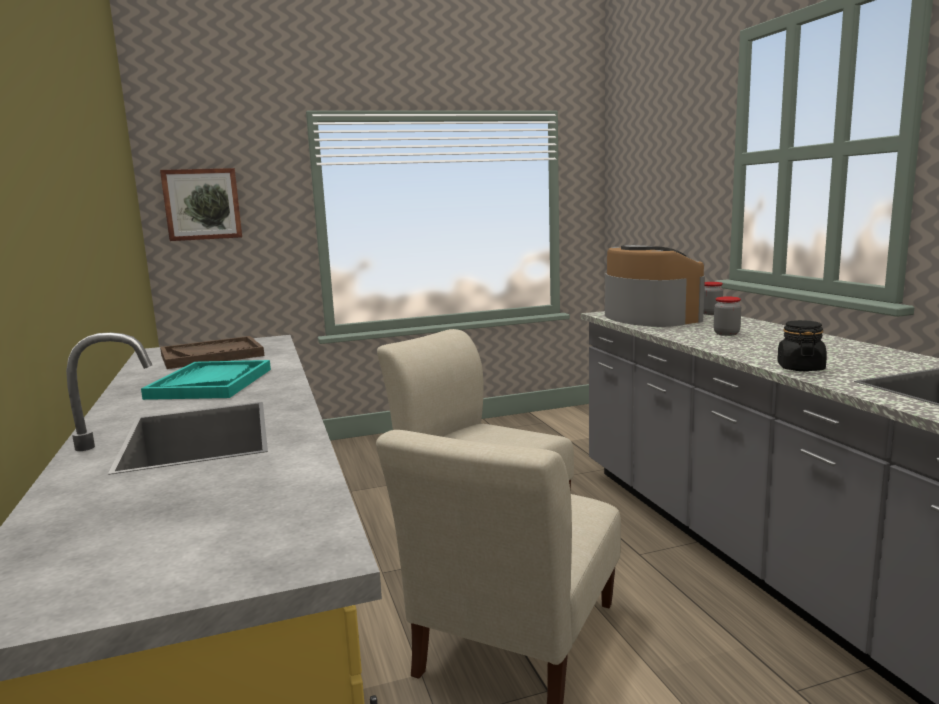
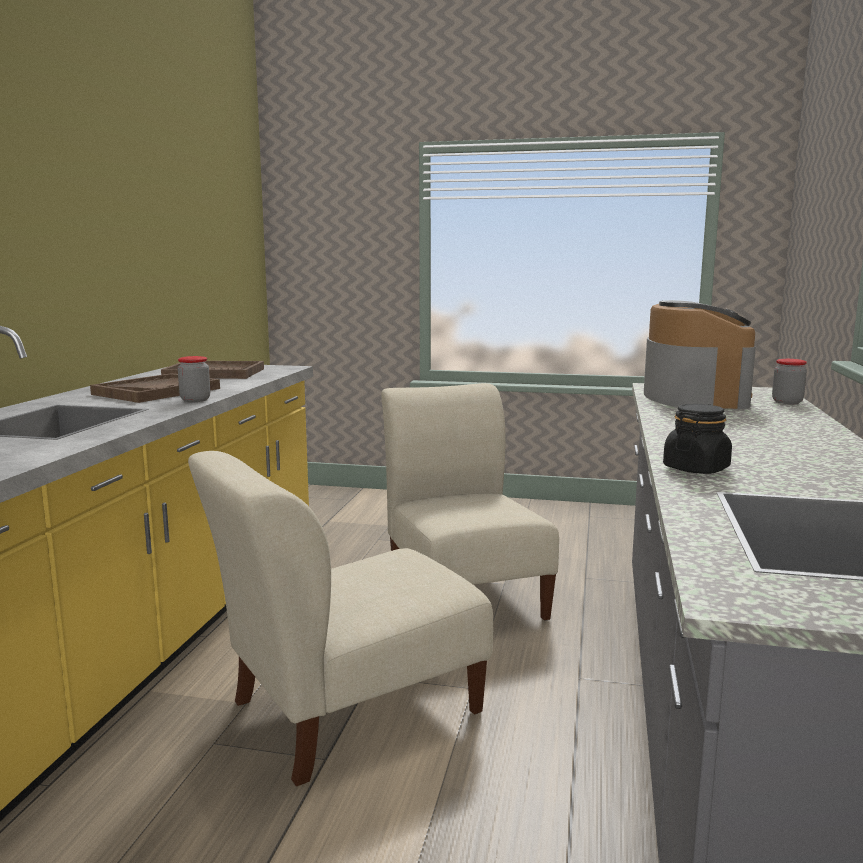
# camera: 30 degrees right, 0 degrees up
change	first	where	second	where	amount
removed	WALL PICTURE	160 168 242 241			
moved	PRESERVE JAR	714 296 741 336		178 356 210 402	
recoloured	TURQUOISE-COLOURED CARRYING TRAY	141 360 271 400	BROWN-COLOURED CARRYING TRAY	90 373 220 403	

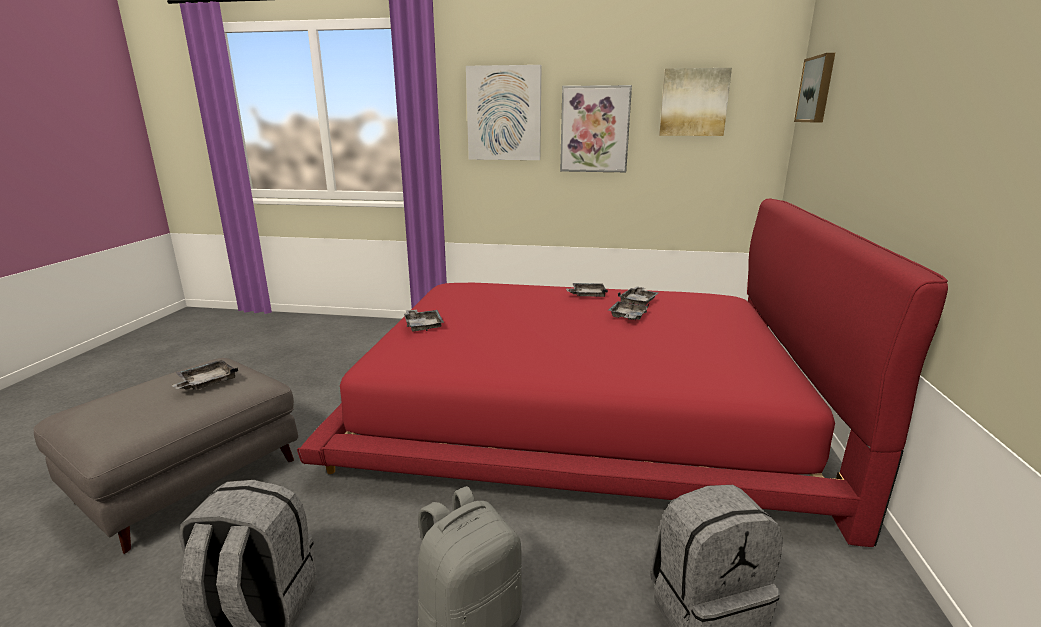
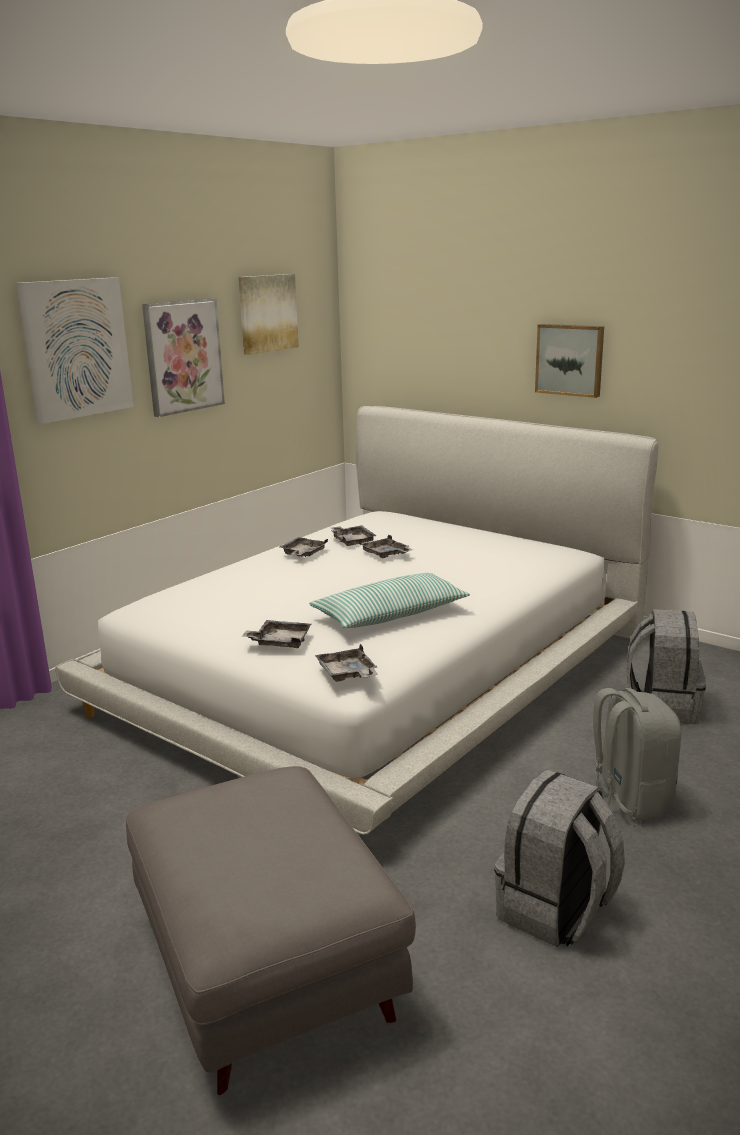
# camera: 60 degrees left, 0 degrees up
change	first	where	second	where	amount
added			THROW PILLOW	309 573 470 628	
moved	GRAY CARRYING TRAY	172 360 238 390		315 644 378 682	
moved	WALL PICTURE	794 53 835 122		535 324 604 398	
recoloured	RED-COLOURED SLEEPING BED	297 198 948 547	WHITE-COLOURED SLEEPING BED	55 406 658 835	

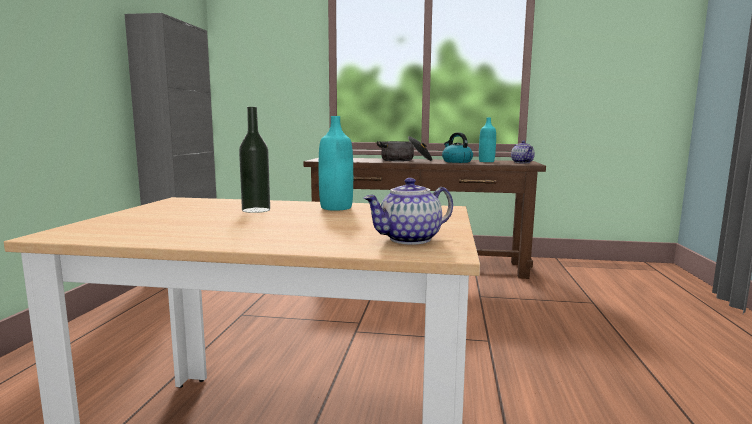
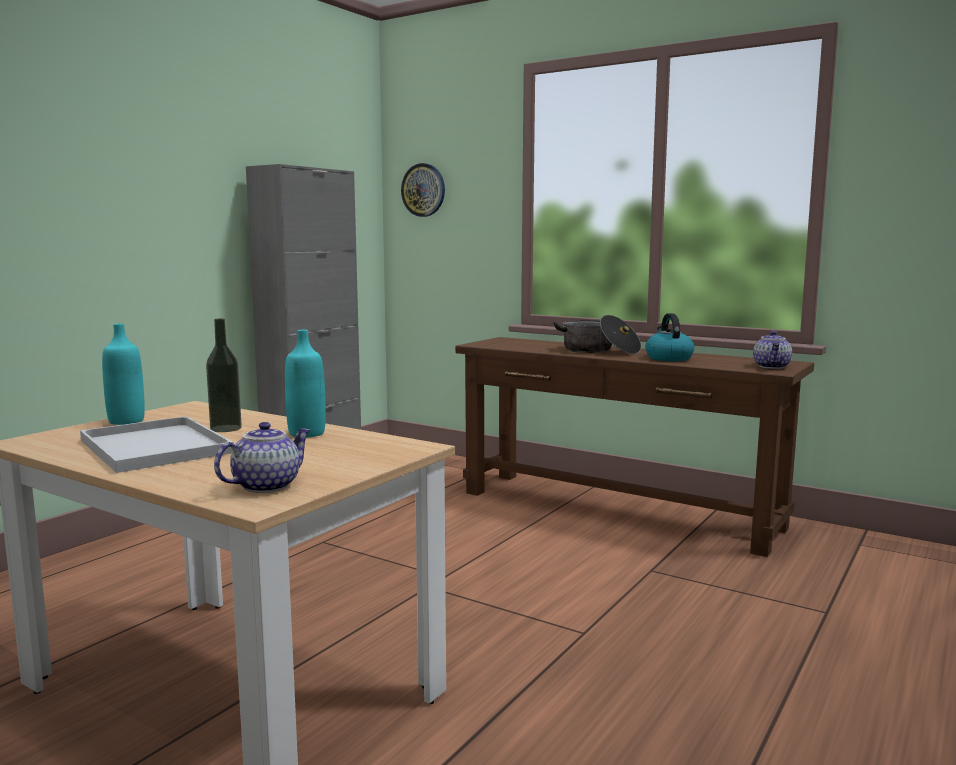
# camera: 25 degrees right, 0 degrees up
change	first	where	second	where	amount
added			WHITE-COLOURED CARRYING TRAY	80 416 234 473	
added			WALL CLOCK	401 163 445 217	
moved	TURQUOISE-COLOURED BEVERAGE BOTTLE	479 118 496 162		102 324 145 425	
turned	TEAPOT	363 178 453 244		214 422 310 493	135 degrees clockwise

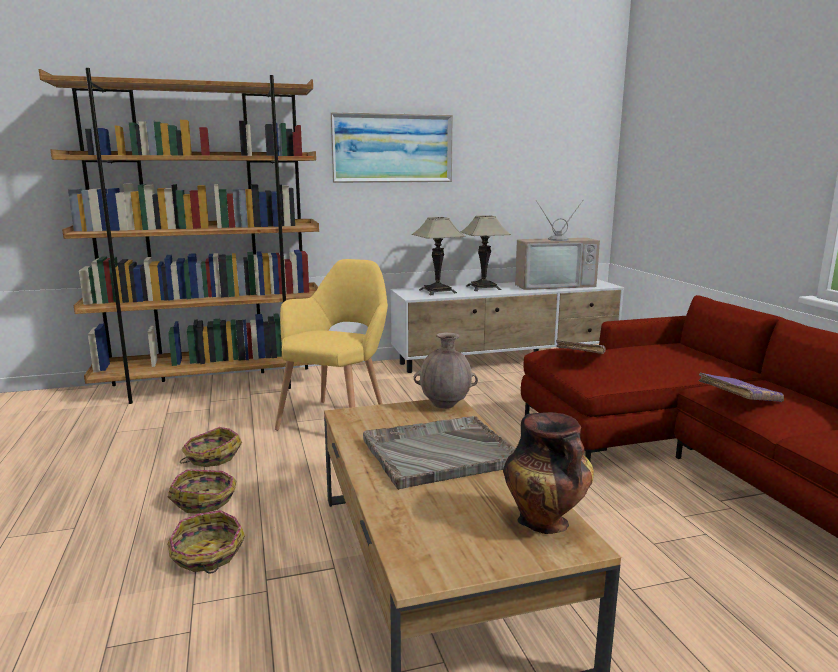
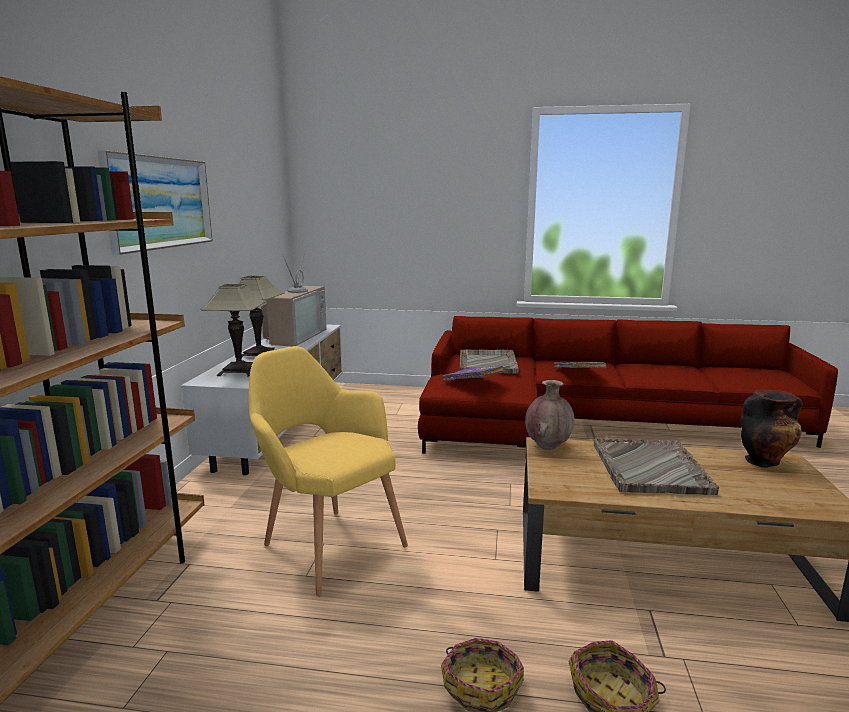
# camera: 65 degrees left, 0 degrees up
change	first	where	second	where	amount
removed	HOUSEHOLD BASKET	180 427 242 467			
added			GRAY CARRYING TRAY	459 349 519 374	

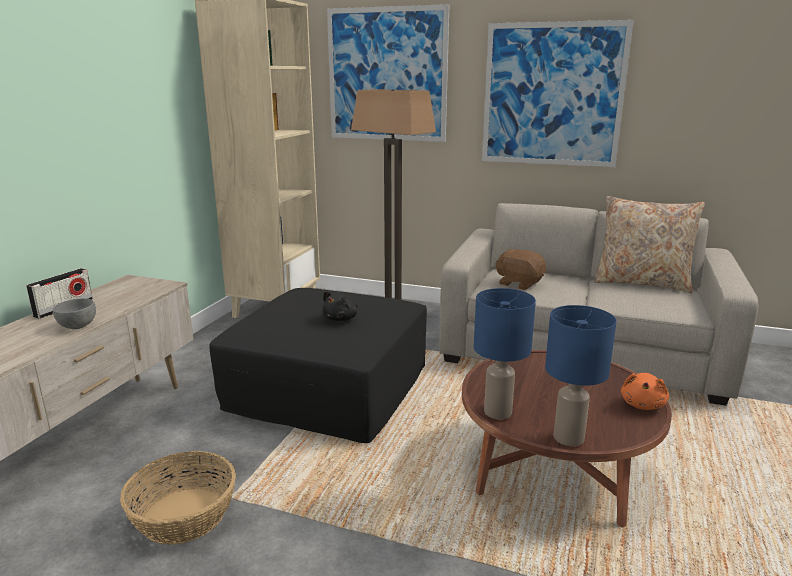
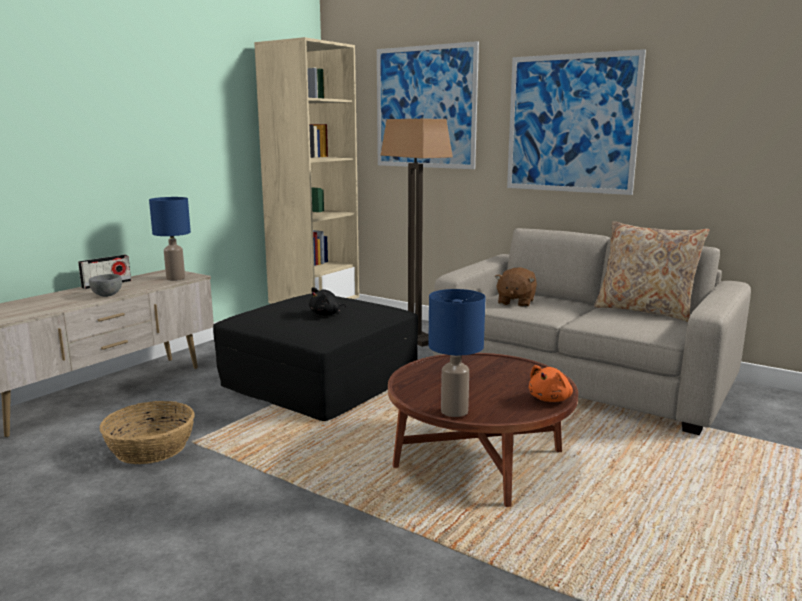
# camera: 15 degrees right, 5 degrees down
change	first	where	second	where	amount
moved	BLUE-COLOURED TABLETOP LAMP	474 288 536 419		149 197 191 281	
turned	BROWN-COLOURED SOFT TOY	496 249 546 290		495 267 537 307	120 degrees counterclockwise

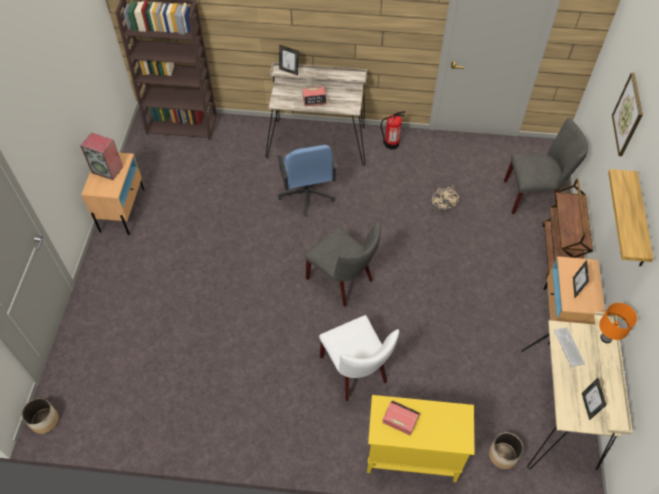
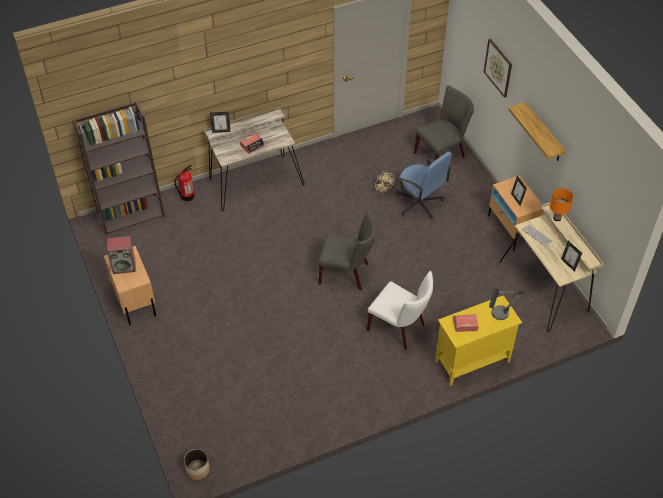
# camera: 30 degrees left, 5 degrees down
change	first	where	second	where	amount
removed	PLANT POT	489 433 523 469			
removed	BROWN-COLOURED CART	542 179 593 279			
added			TABLETOP LAMP	489 288 524 320	
moved	BLUE-COLOURED OFFICE CHAIR	277 145 337 216		396 152 452 220	
moved	FIRE EXTINGUISHER	381 111 405 149		175 165 195 201	

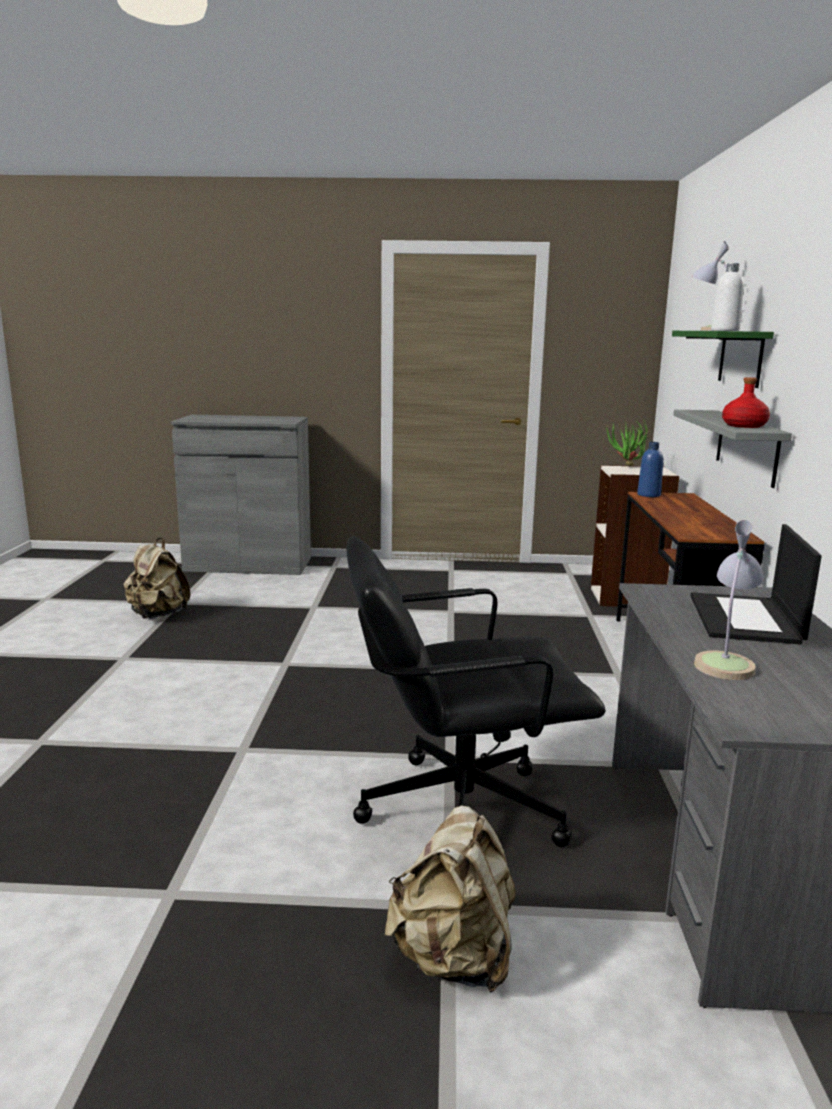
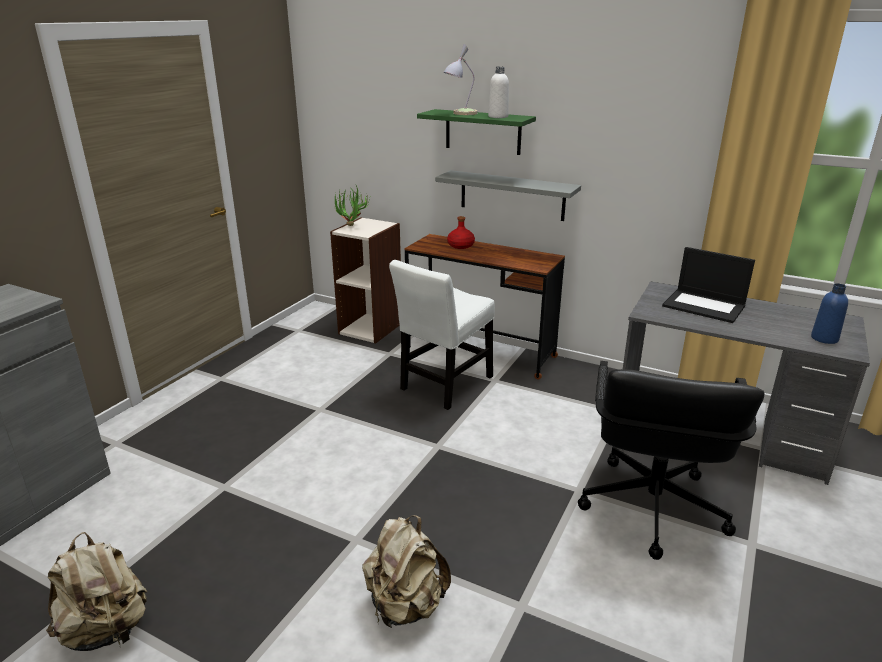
# camera: 65 degrees left, 10 degrees up
change	first	where	second	where	amount
removed	TABLETOP LAMP	694 520 764 680			
added			WHITE-COLOURED UPRIGHT CHAIR	389 260 495 410	
moved	BEIGE KNAPSACK	385 806 516 993		362 515 451 628	
moved	BLUE-COLOURED BEVERAGE BOTTLE	637 442 663 497		811 283 848 344	
moved	RED-COLOURED BEVERAGE BOTTLE	722 377 770 428		447 216 475 249	

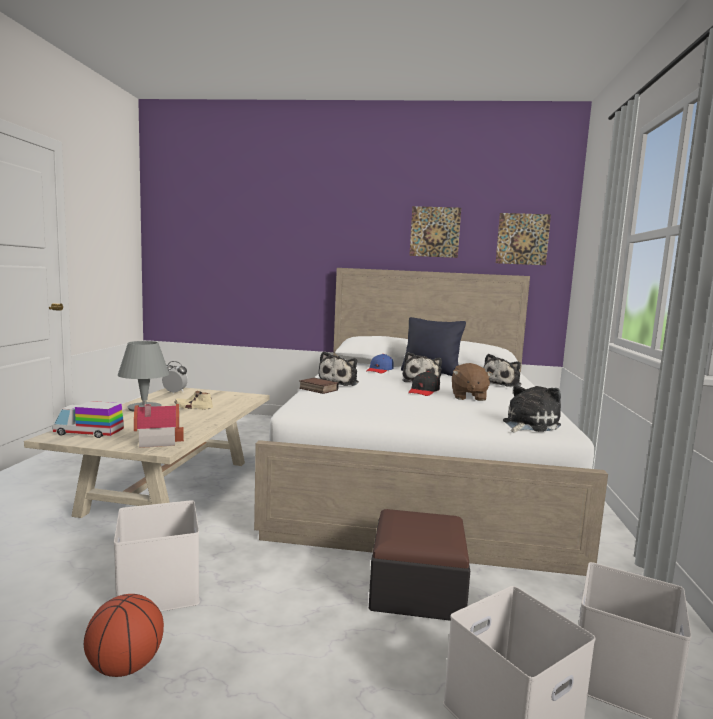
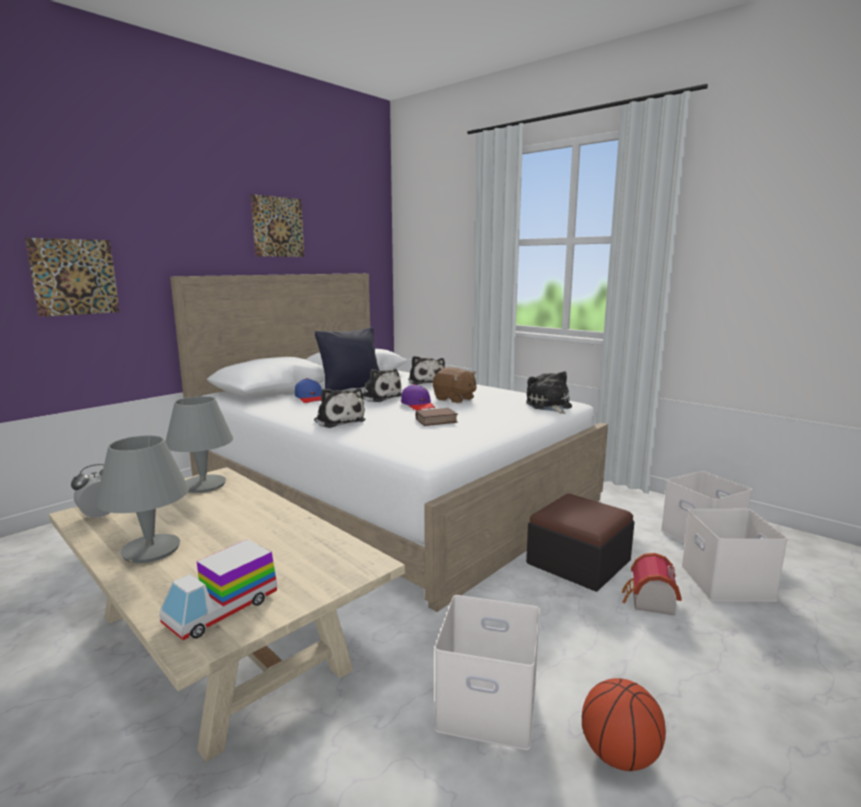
# camera: 55 degrees left, 5 degrees up
change	first	where	second	where	amount
removed	BEIGE ITEM OF FOOTWEAR	174 391 213 410			
added			GRAY TABLETOP LAMP	165 396 233 493	
moved	MINIATURE HOUSE	134 404 184 448		622 553 682 616	
moved	BOOK	299 378 339 394		416 408 458 426	
moved	WALL PICTURE	496 213 551 265		25 238 120 317	
recoloured	BLACK PEAKED CAP	408 371 440 396	PURPLISH PEAKED CAP	401 384 435 410	

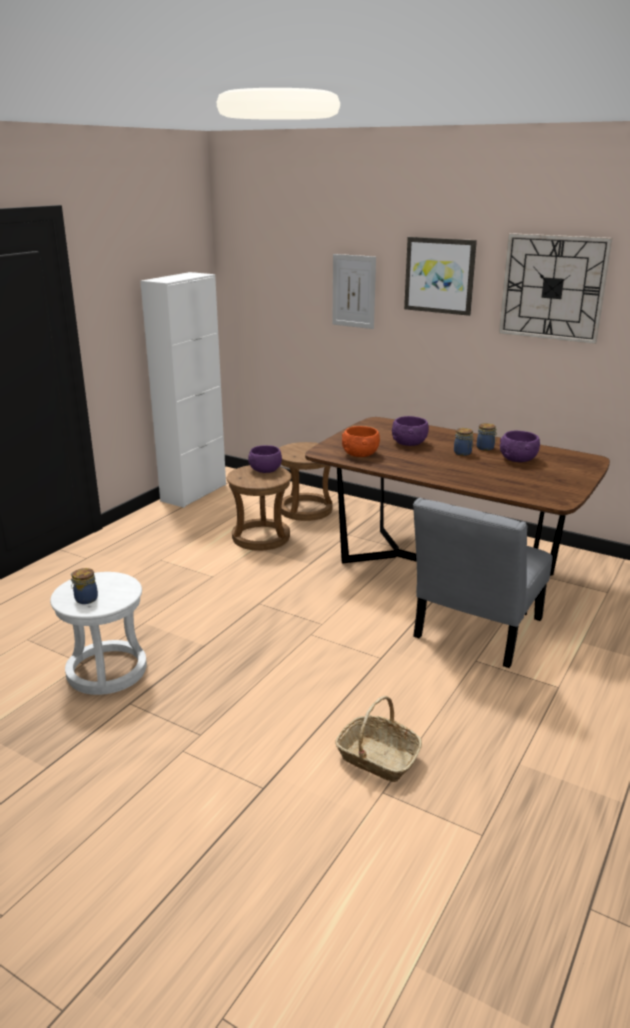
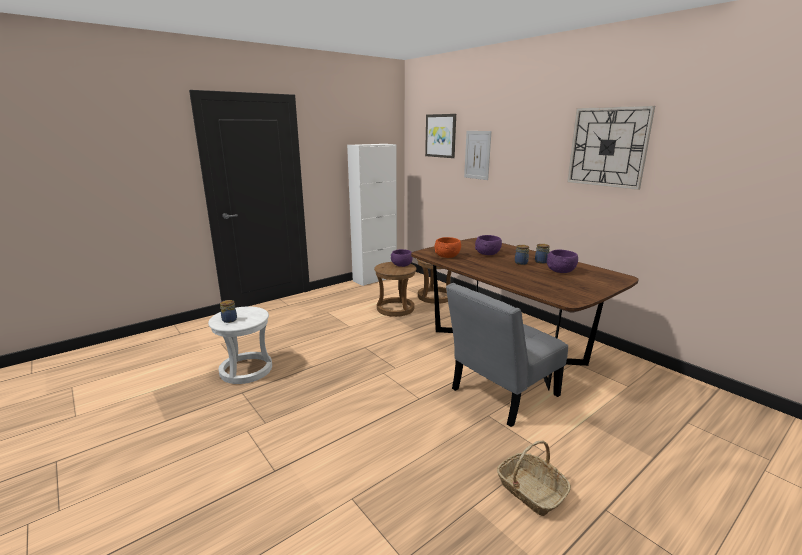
# camera: 20 degrees right, 5 degrees down
change	first	where	second	where	amount
moved	HOUSEHOLD BASKET	335 696 422 782		497 441 571 516	
moved	WALL PICTURE	404 237 477 316		425 114 456 158	

